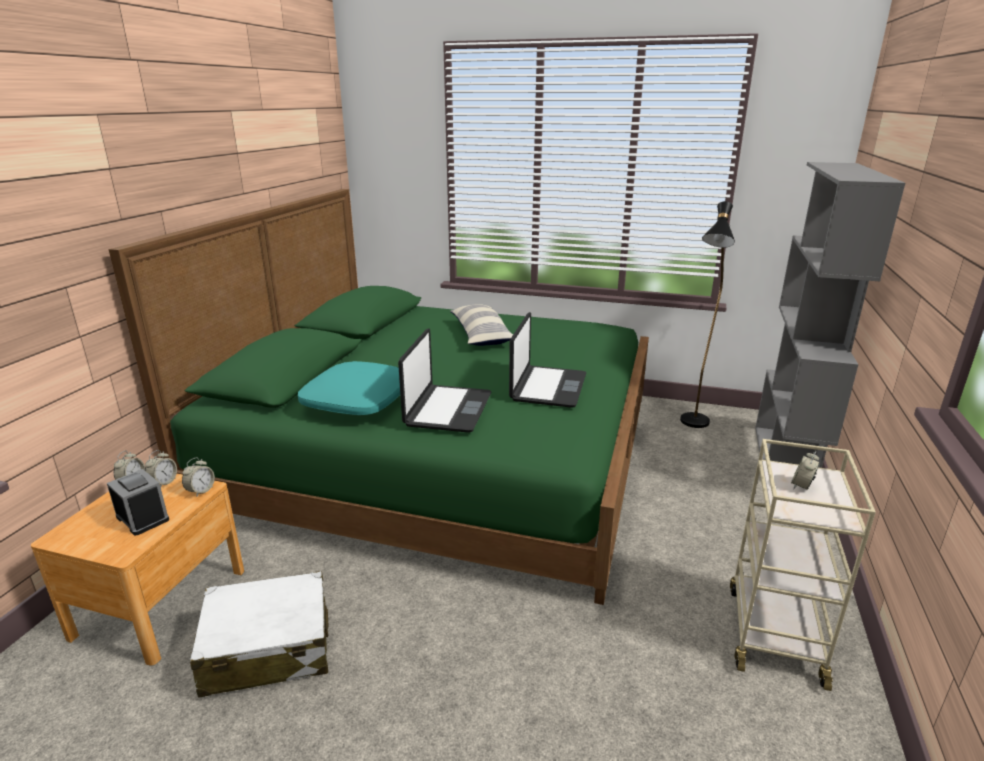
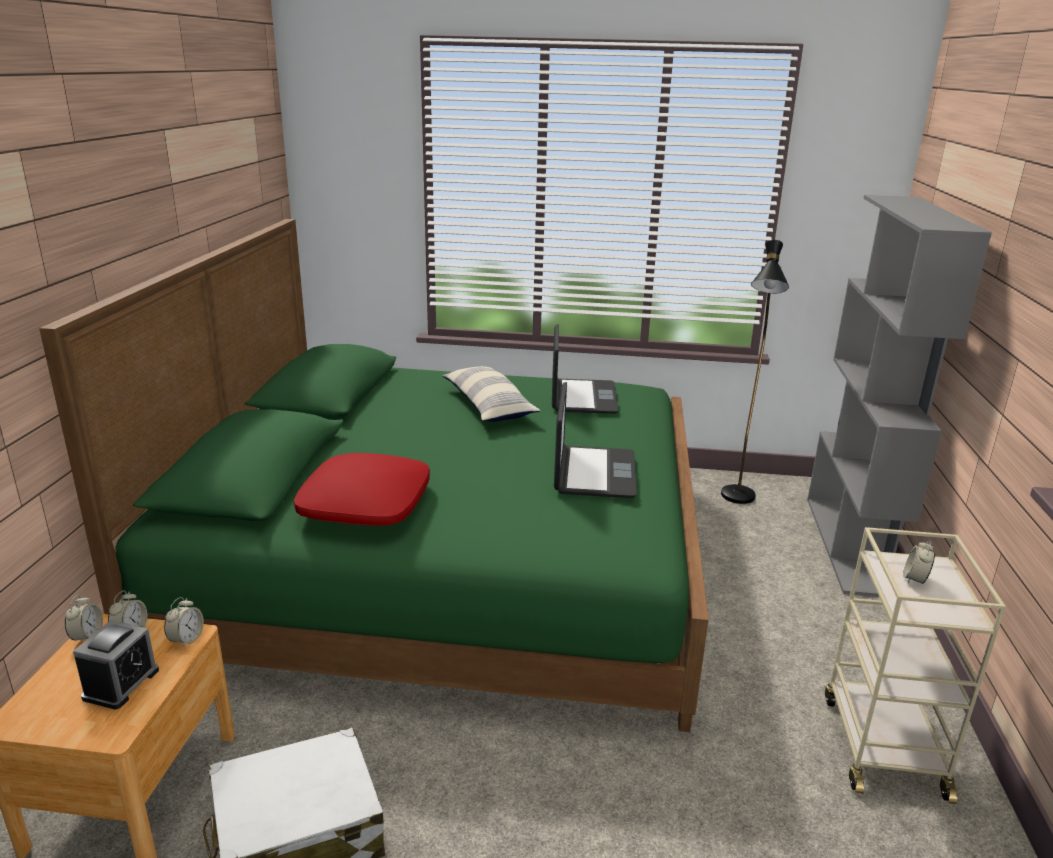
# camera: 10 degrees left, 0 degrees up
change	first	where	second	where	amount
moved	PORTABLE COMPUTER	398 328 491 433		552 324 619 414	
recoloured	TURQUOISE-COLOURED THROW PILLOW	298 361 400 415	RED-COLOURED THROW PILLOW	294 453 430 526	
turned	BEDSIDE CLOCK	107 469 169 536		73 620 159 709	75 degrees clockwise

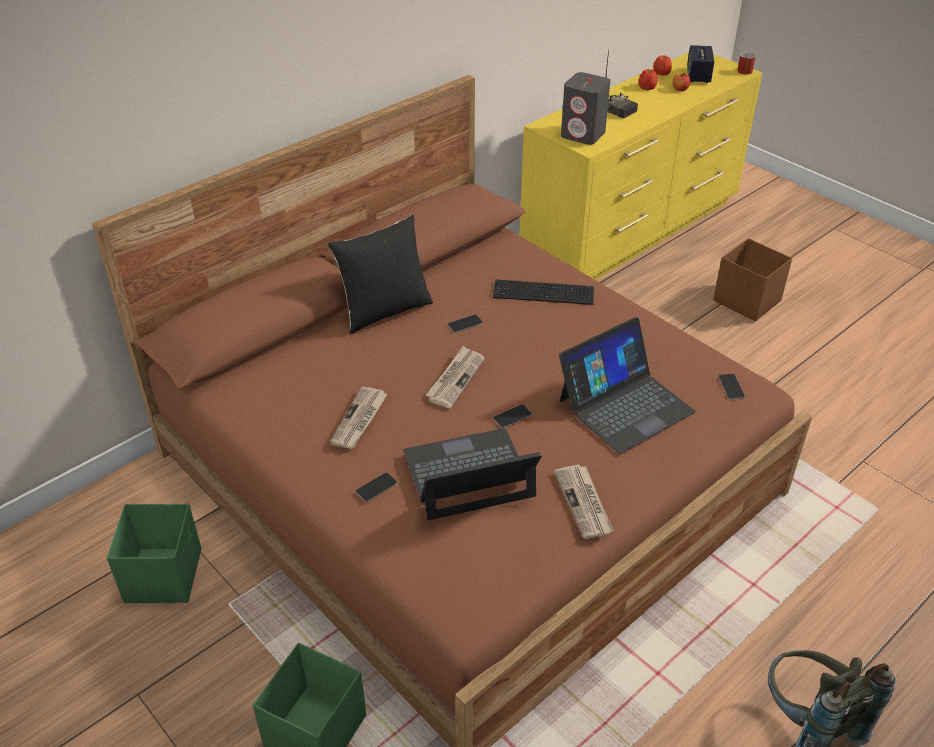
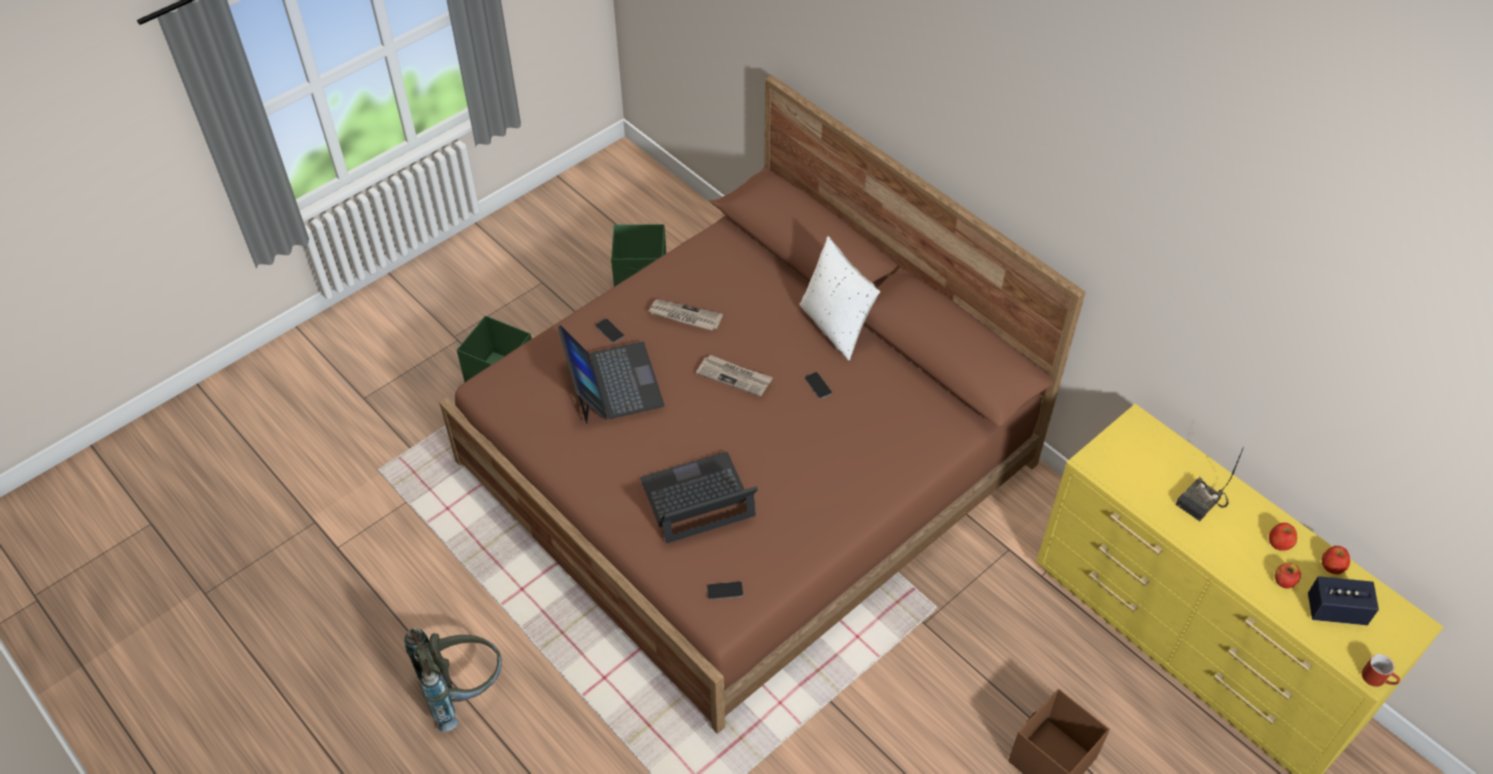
# camera: 90 degrees right, 10 degrees up
change	first	where	second	where	amount
removed	PC KEYBOARD	493 280 594 305			
removed	PHONE	493 405 532 428			
removed	DAILY PAPER	554 464 614 539			
removed	GRAY SPEAKER	561 72 611 145			
recoloured	BLACK THROW PILLOW	328 215 433 334	WHITE-COLOURED THROW PILLOW	800 236 880 360	
turned	PORTABLE COMPUTER	559 317 696 454		640 452 758 543	105 degrees clockwise

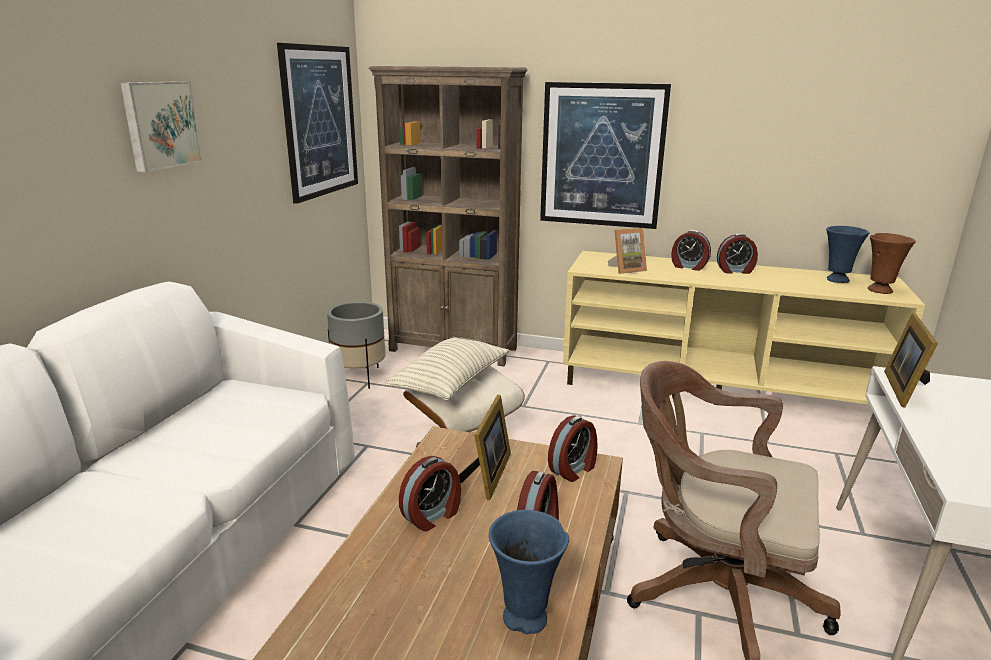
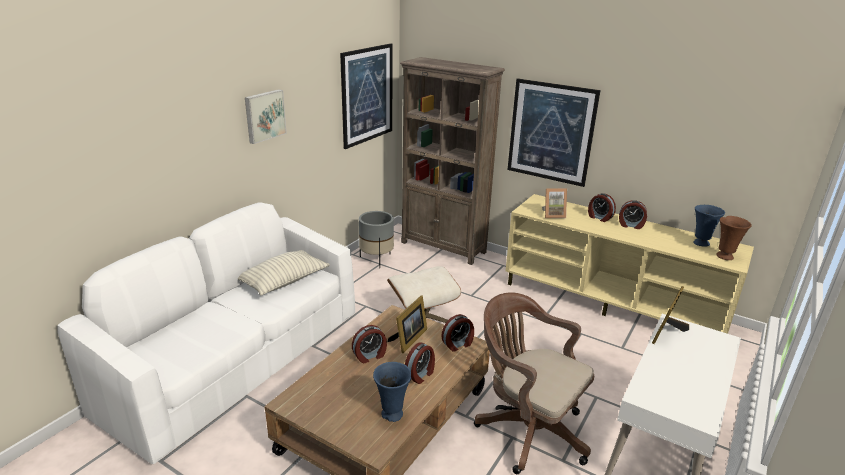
# camera: 15 degrees right, 5 degrees up
change	first	where	second	where	amount
moved	THROW PILLOW	385 338 509 400		238 250 329 295	

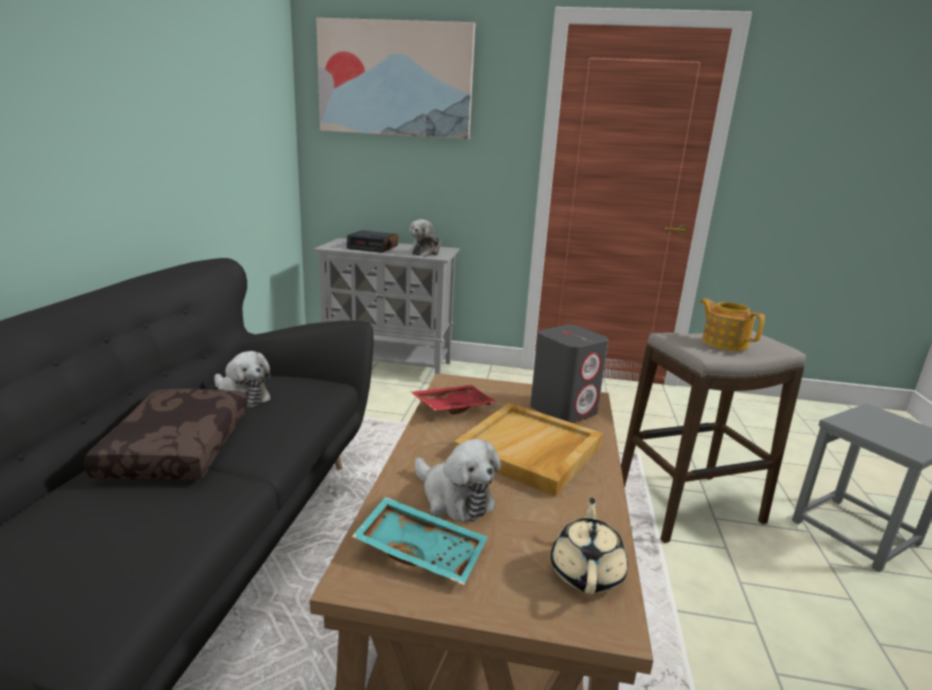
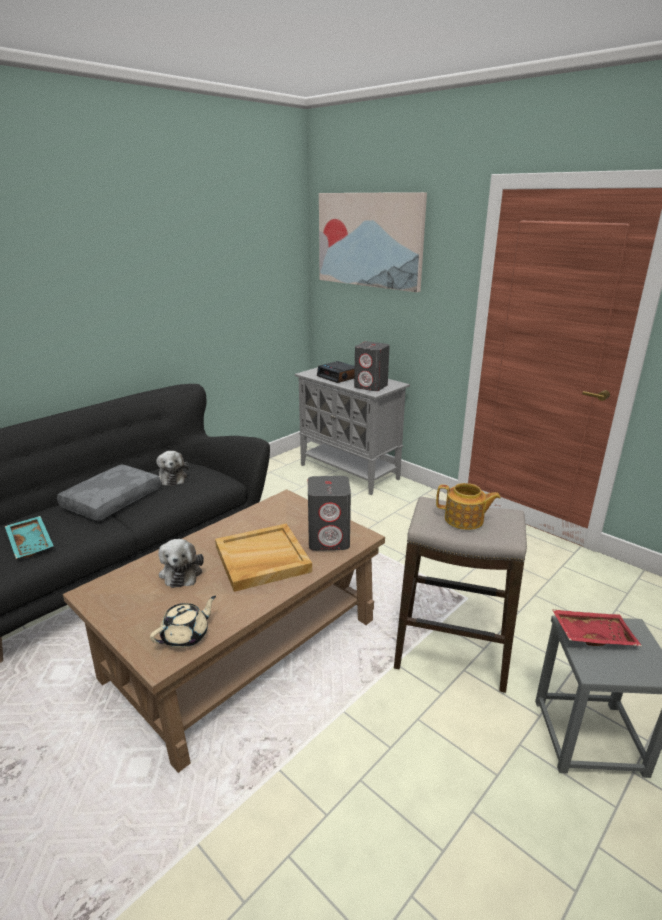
# camera: 35 degrees right, 5 degrees up
change	first	where	second	where	amount
moved	TURQUOISE-COLOURED CARRYING TRAY	352 496 488 585		5 516 53 559	
moved	RED-COLOURED CARRYING TRAY	410 385 497 414		552 609 642 646	
replaced	SOFT TOY	409 219 441 257	GRAY SPEAKER	354 341 390 391	
recoloured	BROWN-COLOURED THROW PILLOW	84 389 248 479	GRAY THROW PILLOW	57 464 161 521	
turned	TEAPOT	700 298 765 351		436 483 501 530	105 degrees clockwise

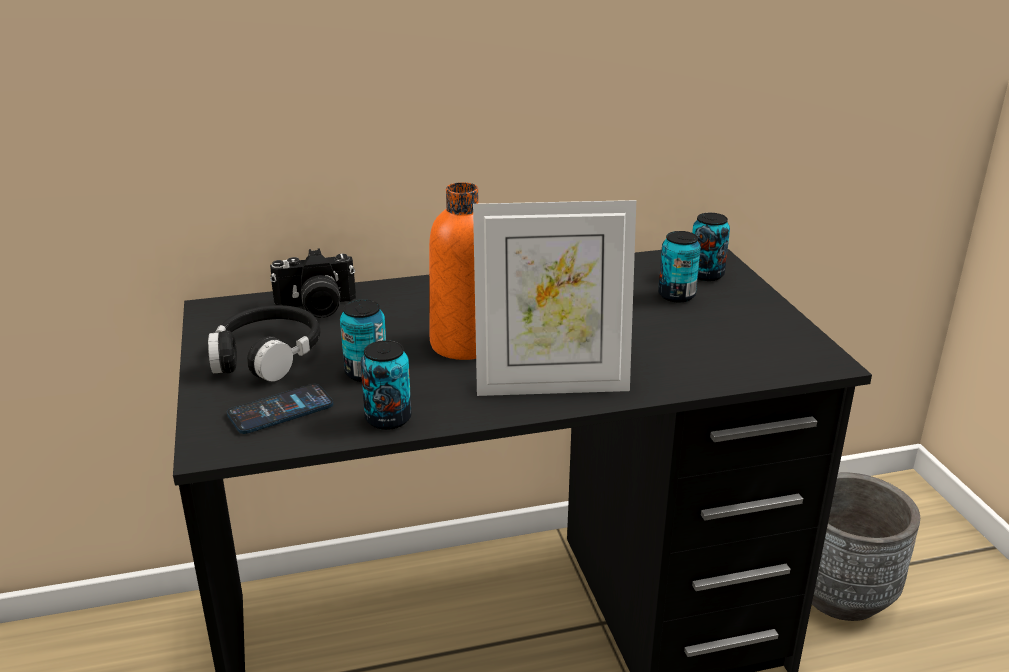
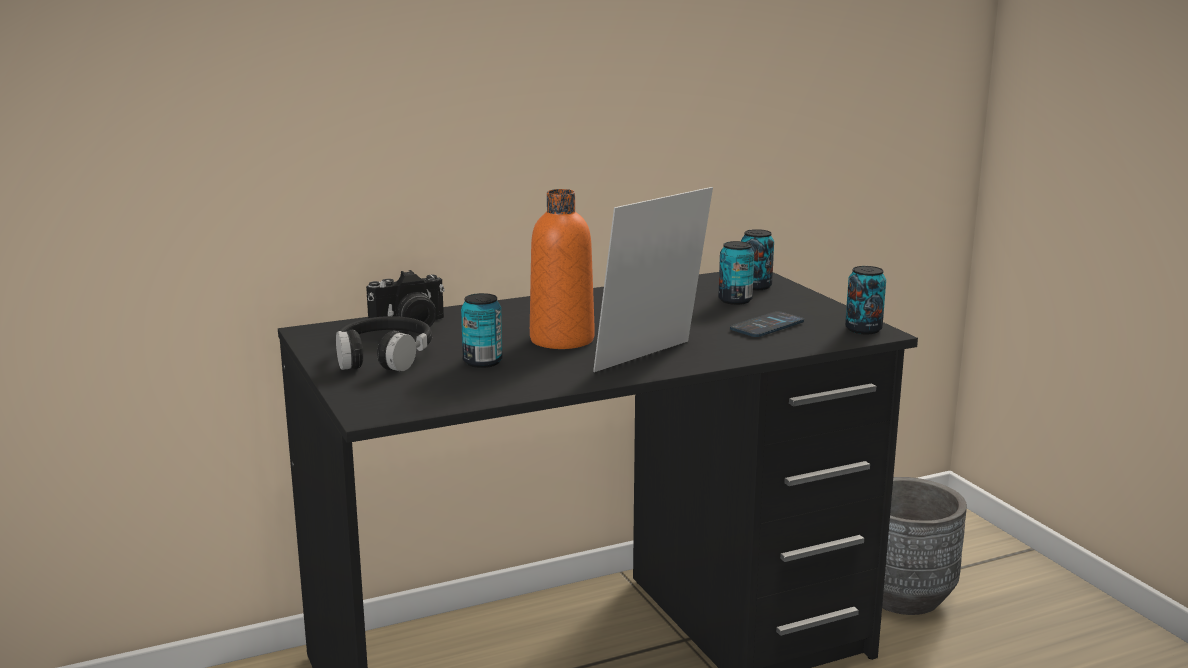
# camera: 10 degrees left, 10 degrees down
change	first	where	second	where	amount
moved	PHONE	227 384 333 434		730 311 804 337	
moved	METAL CAN	360 340 412 430		845 266 886 334	
turned	STANDING FRAME	473 200 636 396		593 187 713 372	150 degrees clockwise

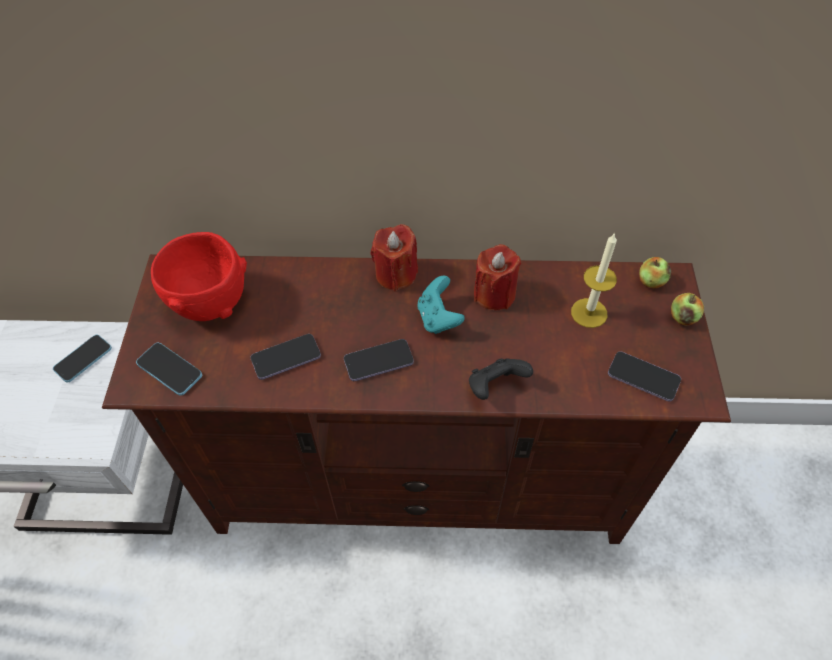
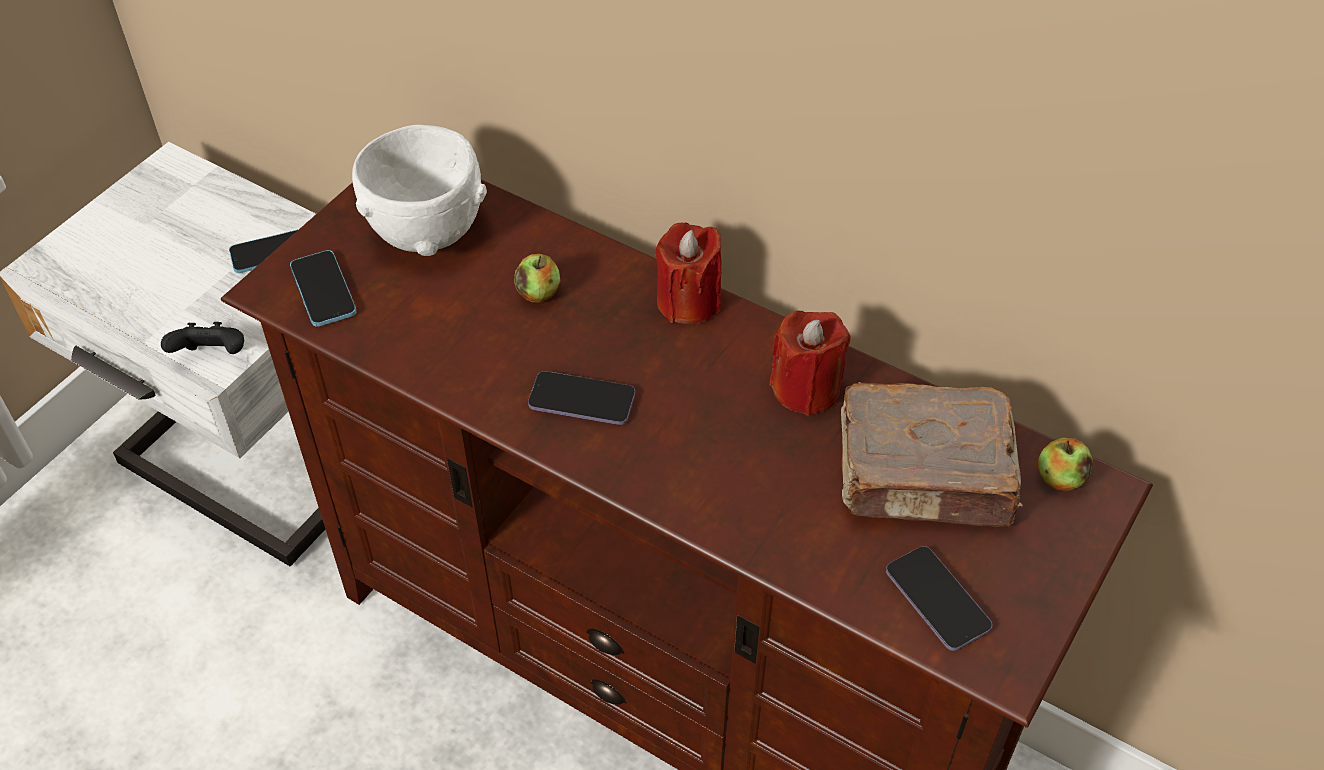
# camera: 30 degrees right, 5 degrees down
change	first	where	second	where	amount
removed	PHONE	250 334 321 380			
removed	TURQUOISE-COLOURED JOYPAD	418 275 465 334			
moved	BLACK JOYPAD	469 358 533 400		161 322 244 354	
moved	APPLE	671 293 704 325		514 254 560 302	
replaced	CANDLE	571 233 617 328	BROWN-COLOURED BOOK	841 382 1023 528	
recoloured	RED-COLOURED BOWL	151 232 247 321	WHITE-COLOURED BOWL	352 125 487 256	

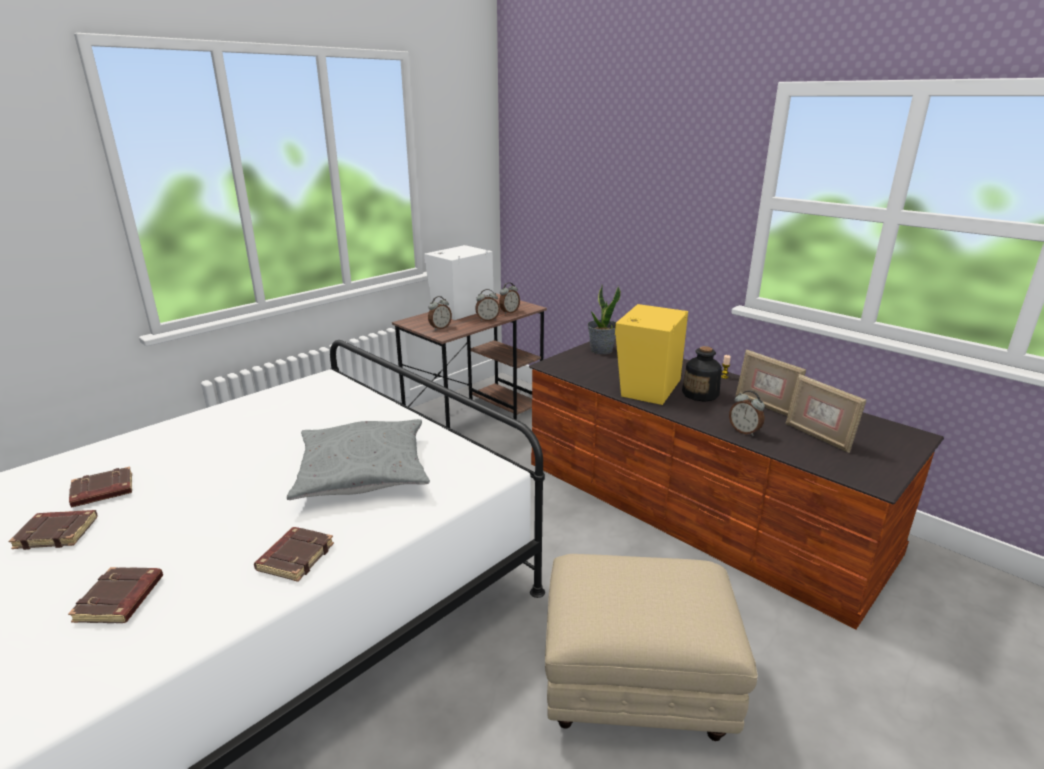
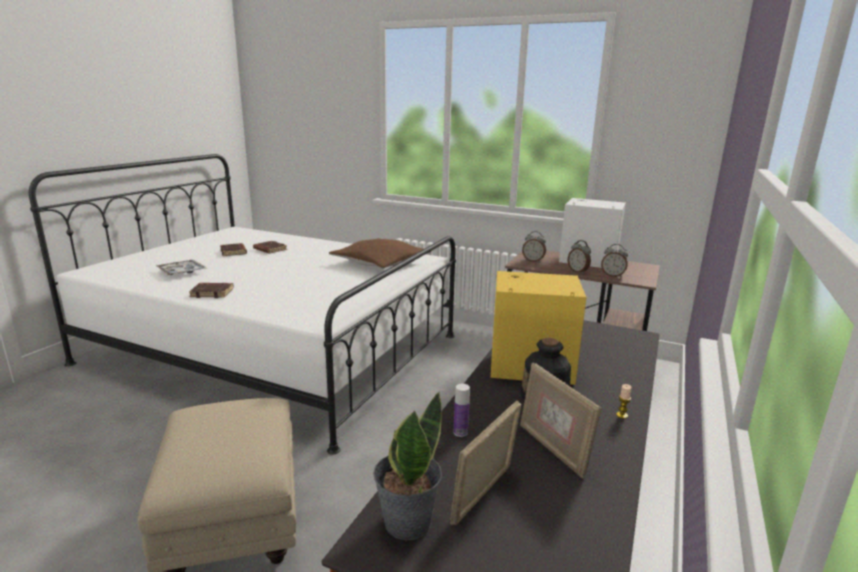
# camera: 70 degrees right, 5 degrees down
change	first	where	second	where	amount
removed	GRAY THROW PILLOW	287 419 430 500			
added			BROWN-COLOURED THROW PILLOW	329 238 431 269	
moved	POTTED PLANT	588 285 621 354		373 392 442 541	
replaced	BROWN-COLOURED BOOK	68 567 163 623	CARRYING TRAY	155 260 207 275	
replaced	BEDSIDE CLOCK	729 390 765 436	BEVERAGE BOTTLE	454 384 470 437	
turned	STANDING FRAME	736 350 806 416		520 363 601 478	60 degrees counterclockwise

